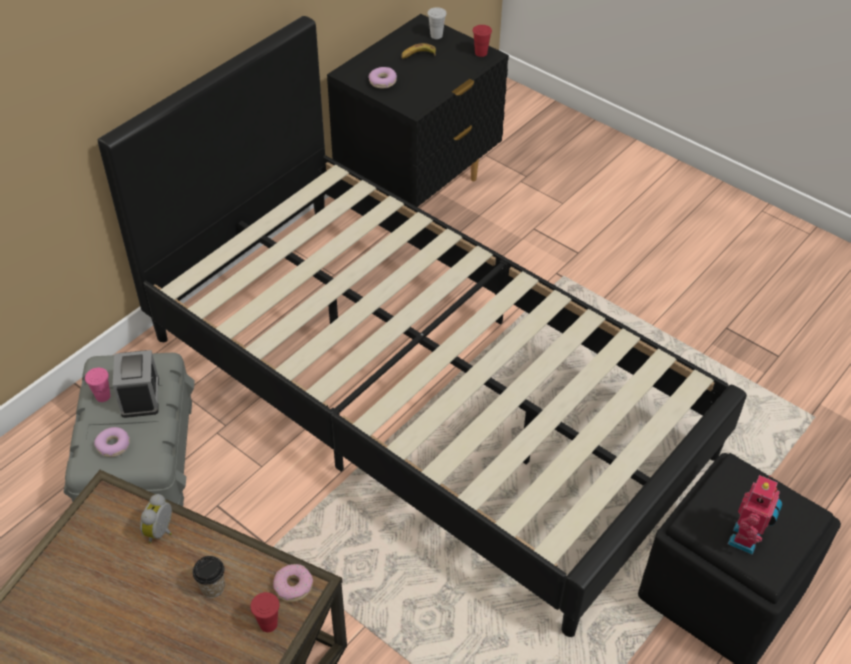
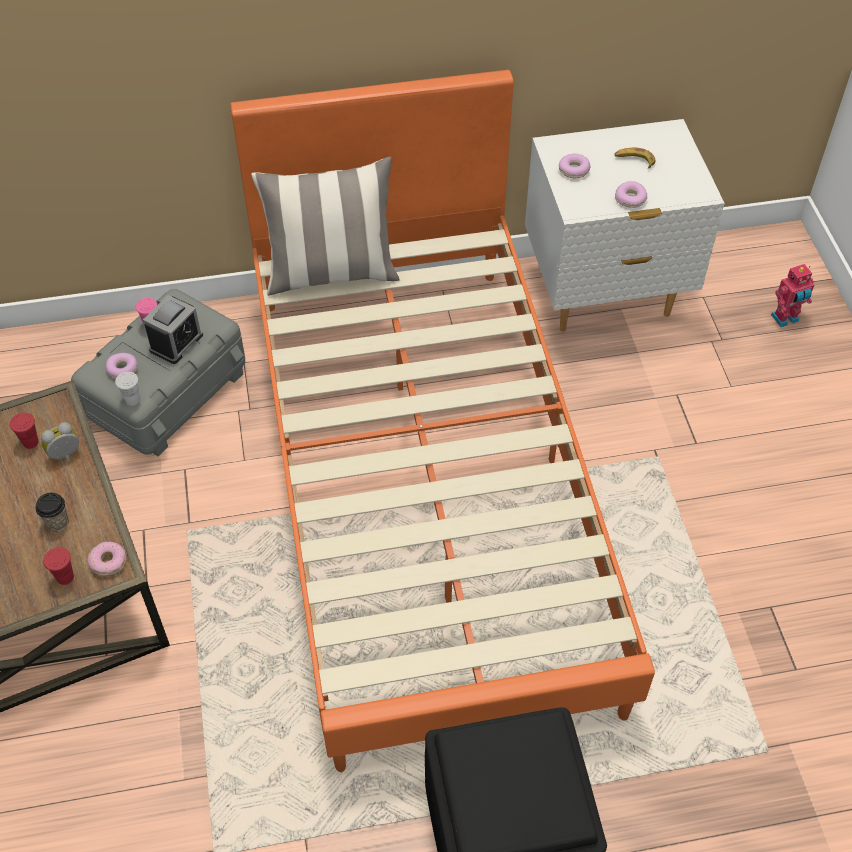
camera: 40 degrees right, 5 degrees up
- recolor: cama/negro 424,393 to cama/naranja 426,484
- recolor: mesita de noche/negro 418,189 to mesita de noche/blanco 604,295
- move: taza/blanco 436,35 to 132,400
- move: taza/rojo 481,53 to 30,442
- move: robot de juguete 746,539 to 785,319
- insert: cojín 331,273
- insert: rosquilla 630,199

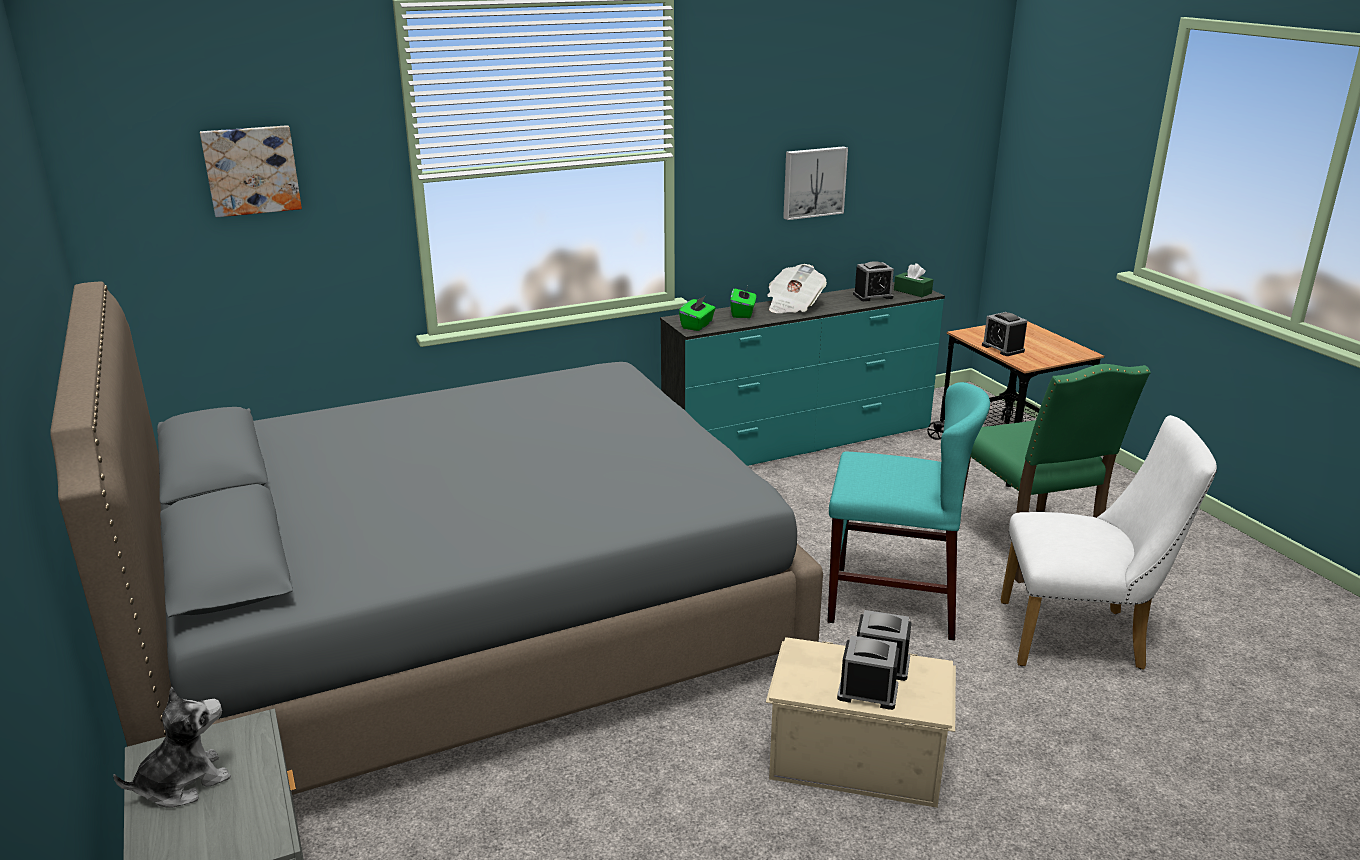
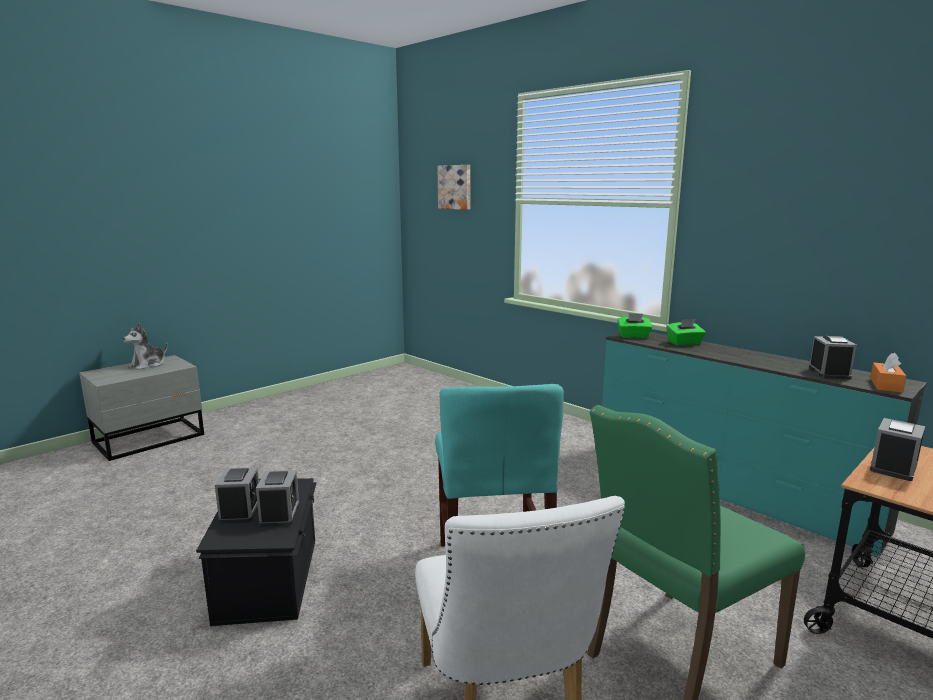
camera: 70 degrees right, 10 degrees down
- delete: cama/gris 465,627
- rotate: peluche 183,782 = 148,365 90 degrees clockwise
- recolor: caja de almacenaje/beis 855,756 to caja de almacenaje/negro 270,578
- delete: periódico 793,305
- delete: cuadro 813,182
- rotate: despertador 873,296 = 829,373 135 degrees counterclockwise
- recolor: caja de pañuelos/verde 912,291 to caja de pañuelos/naranja 886,385

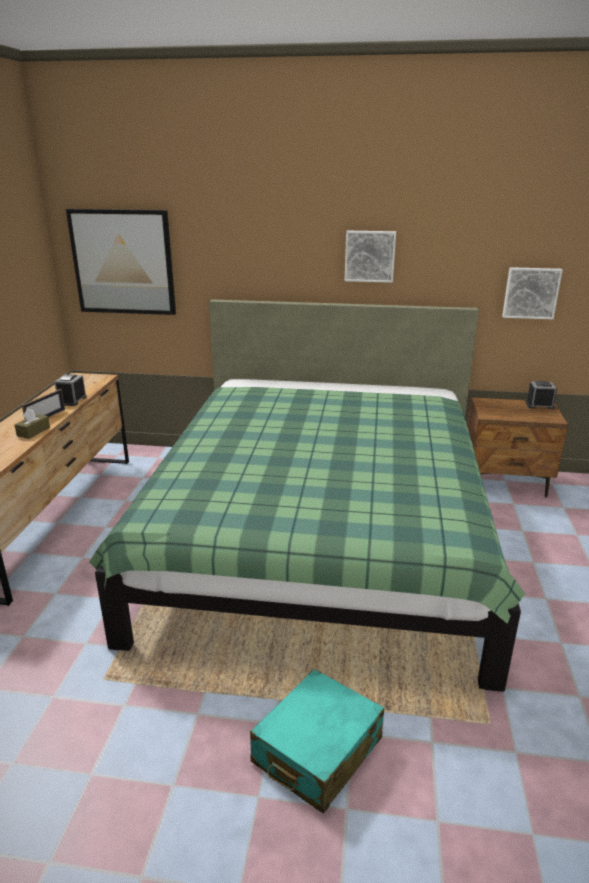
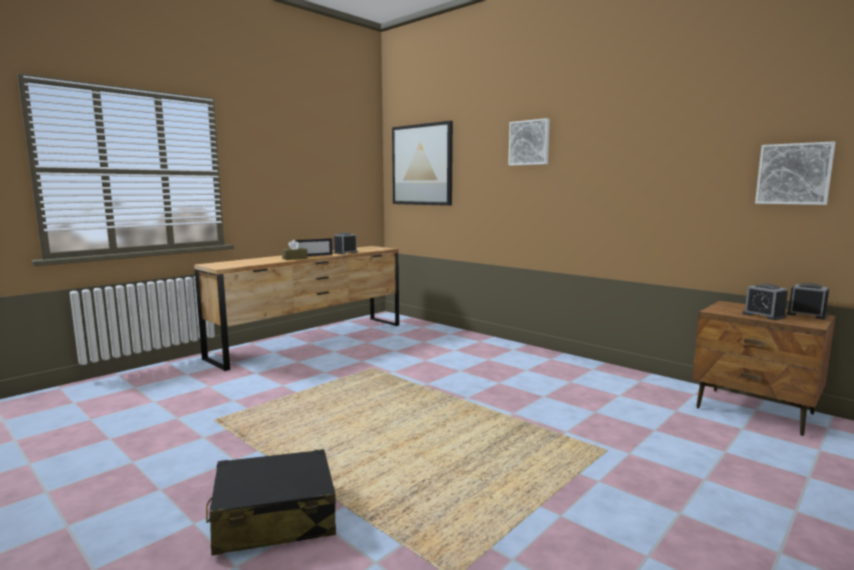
camera: 35 degrees right, 15 degrees down
- delete: cama/verde 319,539
- recolor: maleta/turquesa 317,751 to maleta/negro 274,518
- move: cuadro 369,256 to 529,143
- insert: despertador 763,315

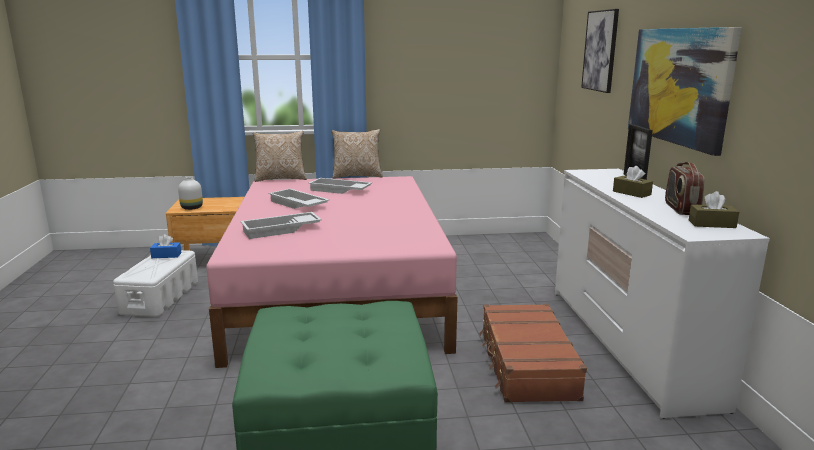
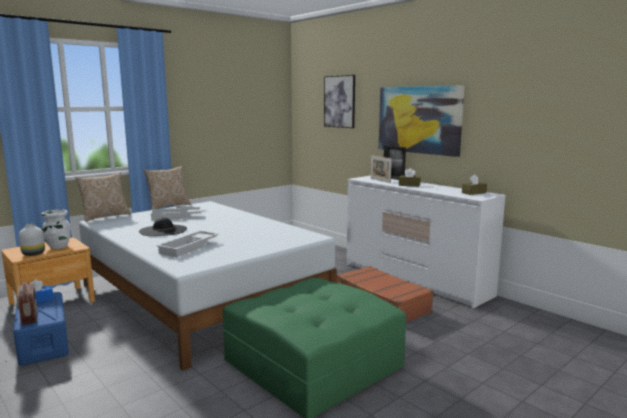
camera: 35 degrees left, 5 degrees down
- recolor: caja de almacenaje/blanco 160,298 to caja de almacenaje/azul 43,342
- recolor: cama/rosa 338,291 to cama/blanco 203,297
- replace: bandeja/blanco 297,204 to sombrero/negro 163,230
- move: radio 681,209 to 29,317
- insert: florero/blanco 58,247
- insert: portarretratos 380,180

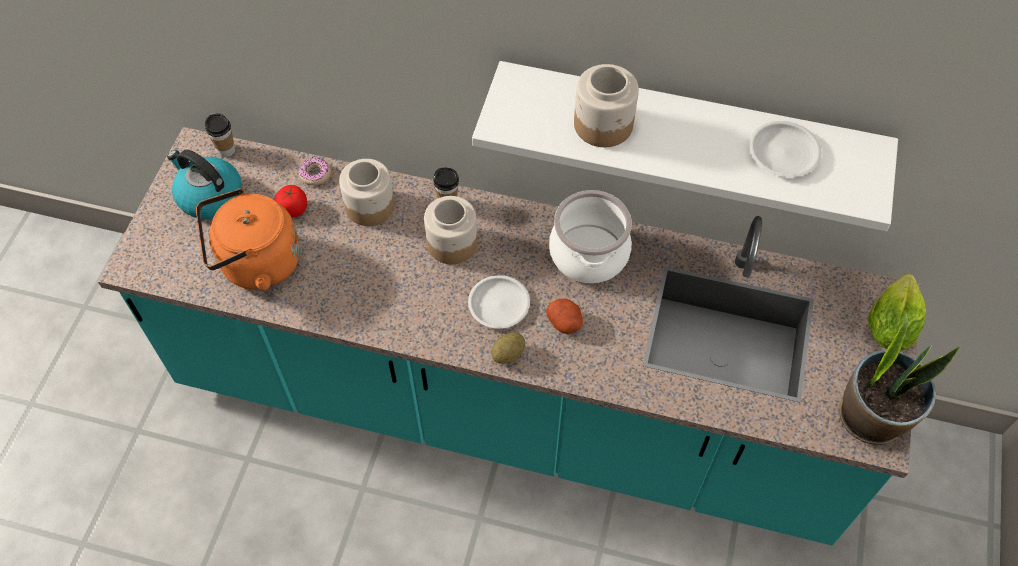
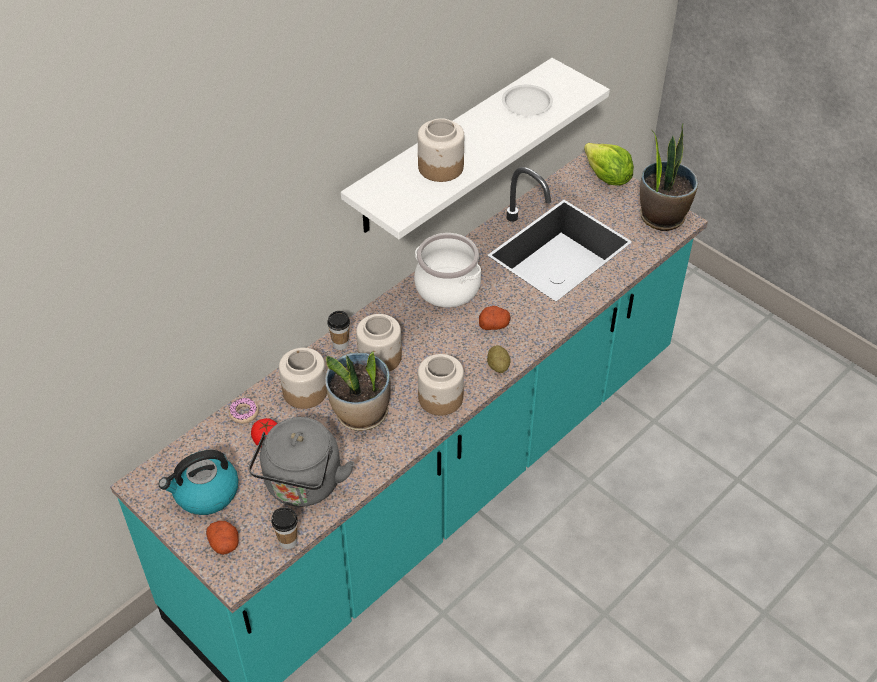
camera: 60 degrees left, 10 degrees down
- recolor: hervidor/naranja 256,264 to hervidor/gris 302,486
- move: taza 226,150 to 288,541
- delete: plato/blanco 498,304
- insert: patata 225,544
- insert: planta en maceta 361,413
- insert: tarro 440,398

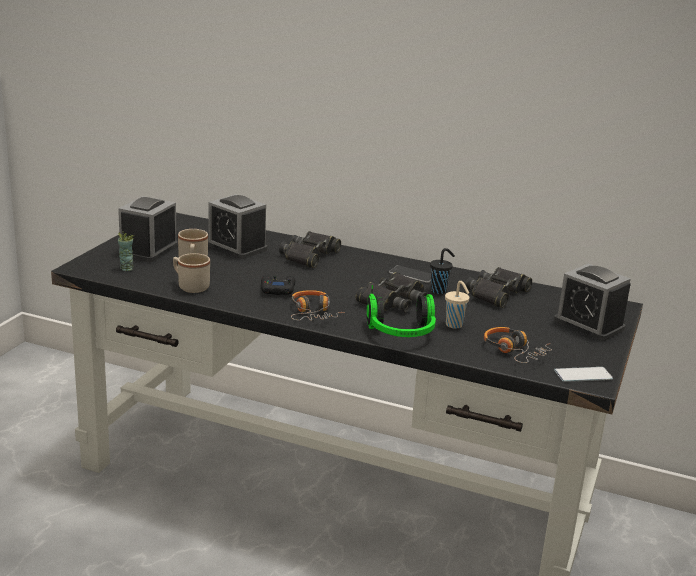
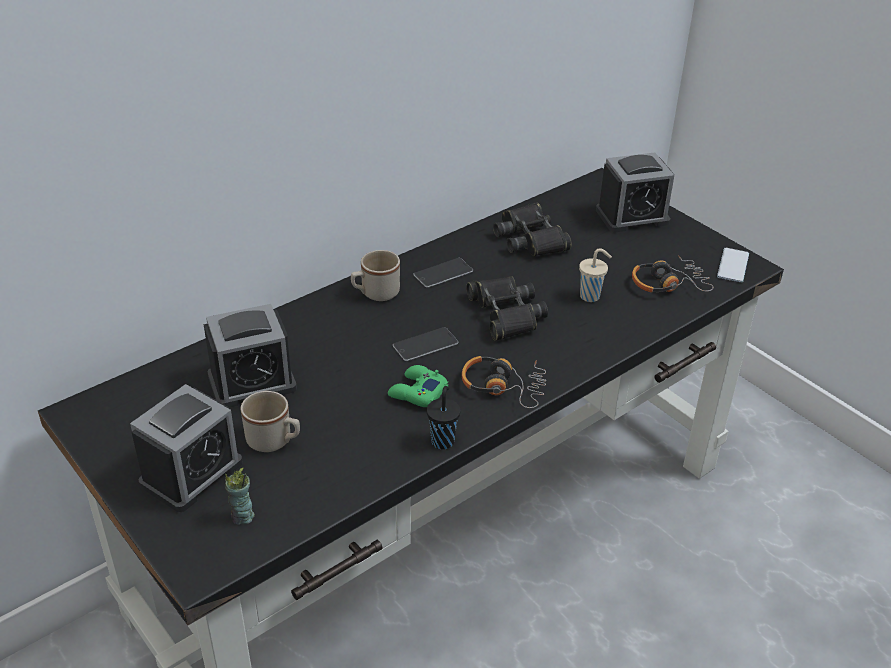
camera: 60 degrees left, 15 degrees up
- rotate: despertador 148,250 = 191,473 105 degrees counterclockwise
- move: taza grande/beis 190,286 to 375,293
- recolor: mando de consola/negro 277,290 to mando de consola/verde 417,392
- delete: prismáticos/negro 309,256
- delete: auriculares 401,334
- move: taza/negro 439,291 to 443,440
- insert: móvil 425,344

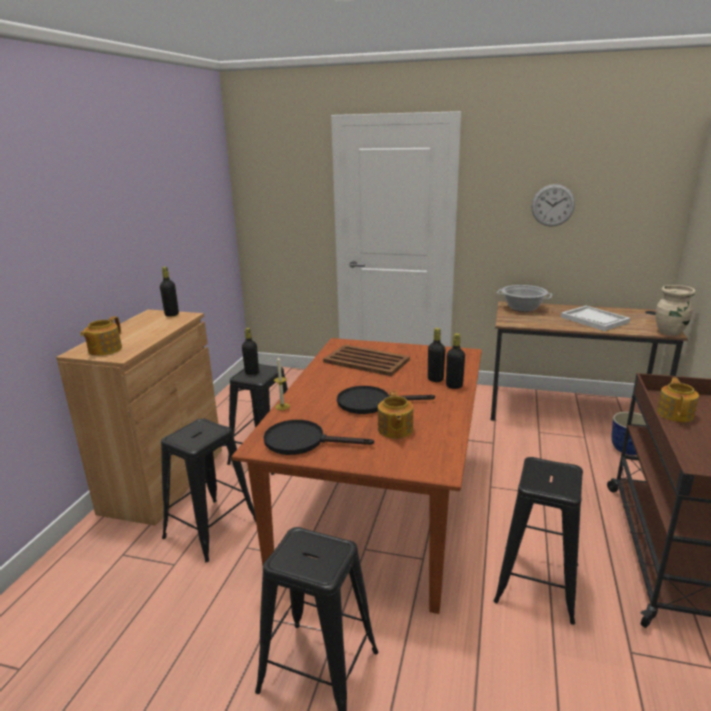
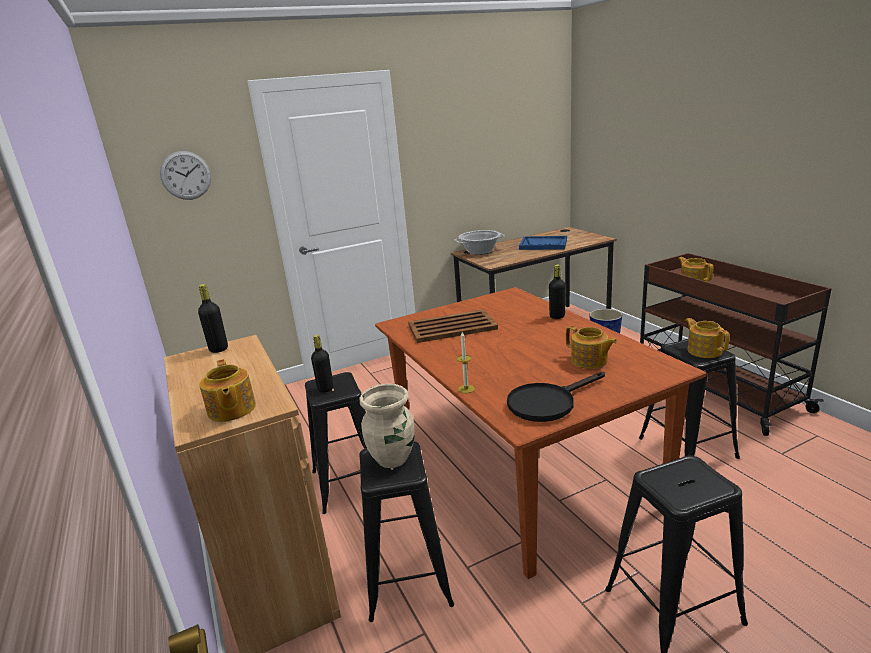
camera: 40 degrees left, 0 degrees up
- delete: sartén/negro 371,403
- delete: botella/negro 435,379
- move: reloj de pared 553,205 to 186,175
- recolor: bandeja/blanco 594,320 to bandeja/azul 543,244
- move: florero/beis 670,332 to 393,459
- insert: tetera 704,350

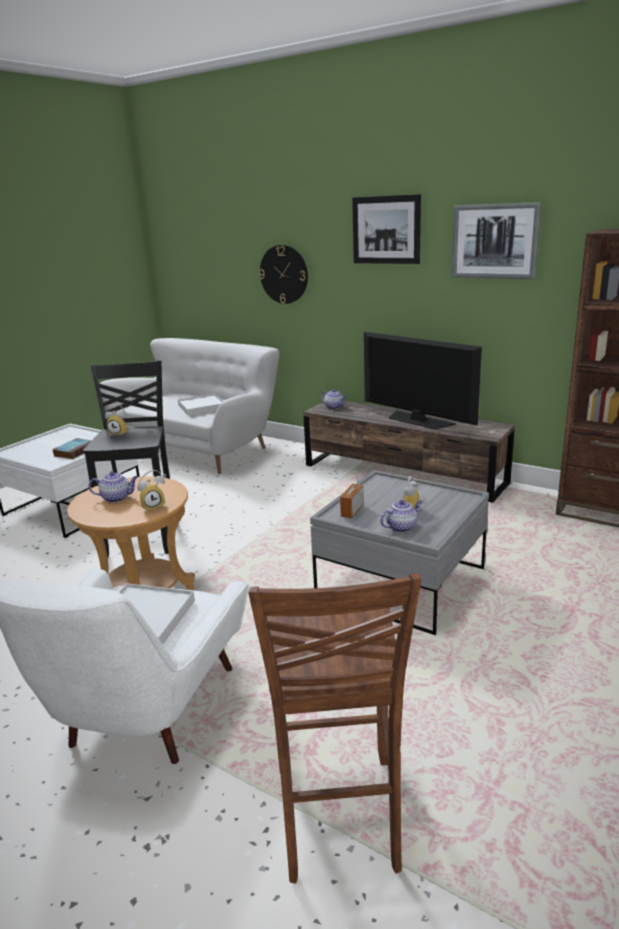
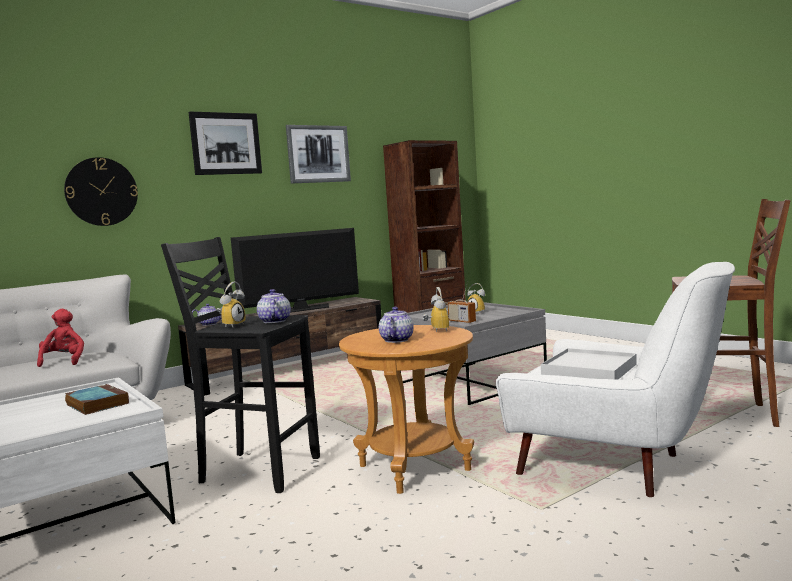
camera: 70 degrees left, 15 degrees down
- replace: bandeja/blanco 202,407 to peluche/rojo 64,361
- move: tetera 401,527 to 274,321

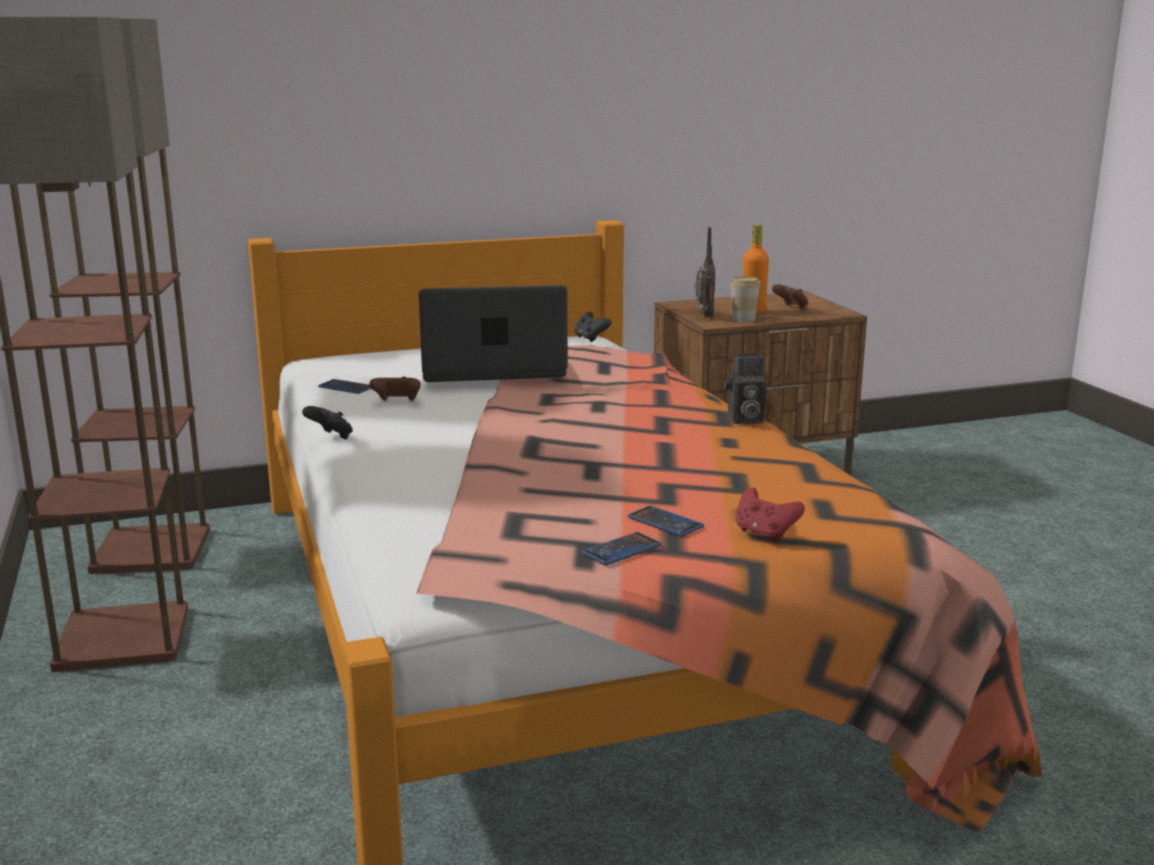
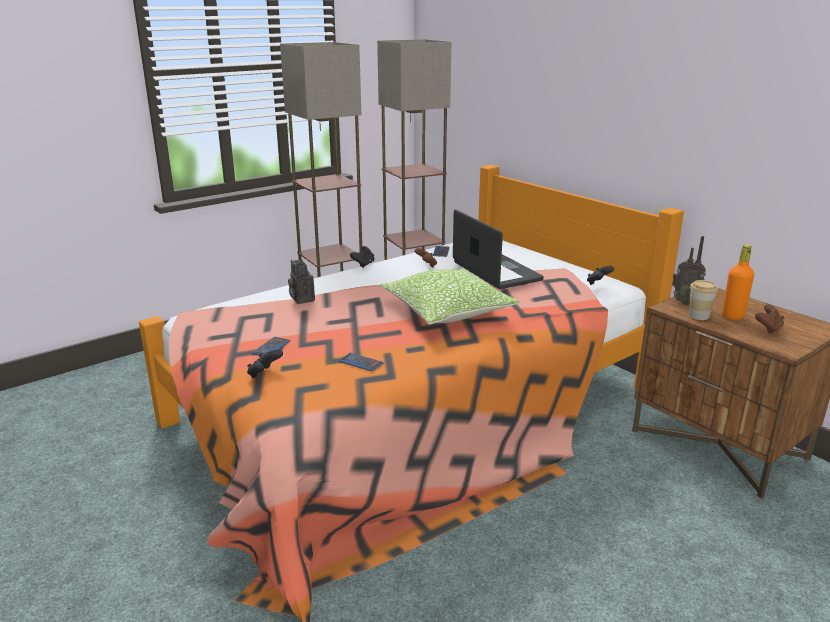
camera: 70 degrees right, 5 degrees up
- move: móvil 621,550 to 361,362
- rotate: radio 703,316 = 685,302 60 degrees clockwise
- move: cámara 744,419 to 301,299
- recolor: mando de consola/rojo 765,534 to mando de consola/negro 264,374
- insert: cojín 447,311

